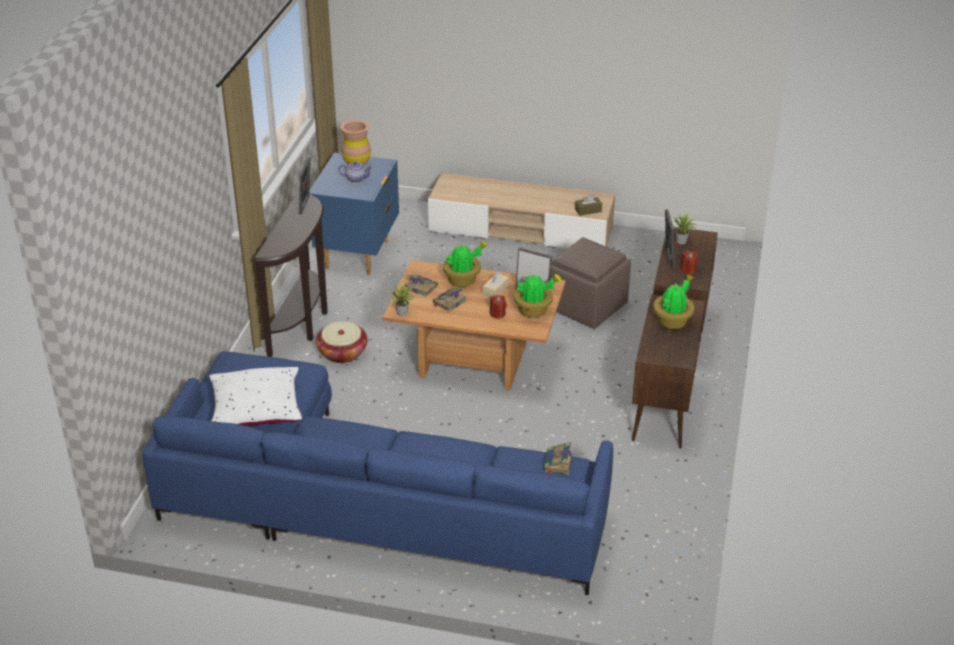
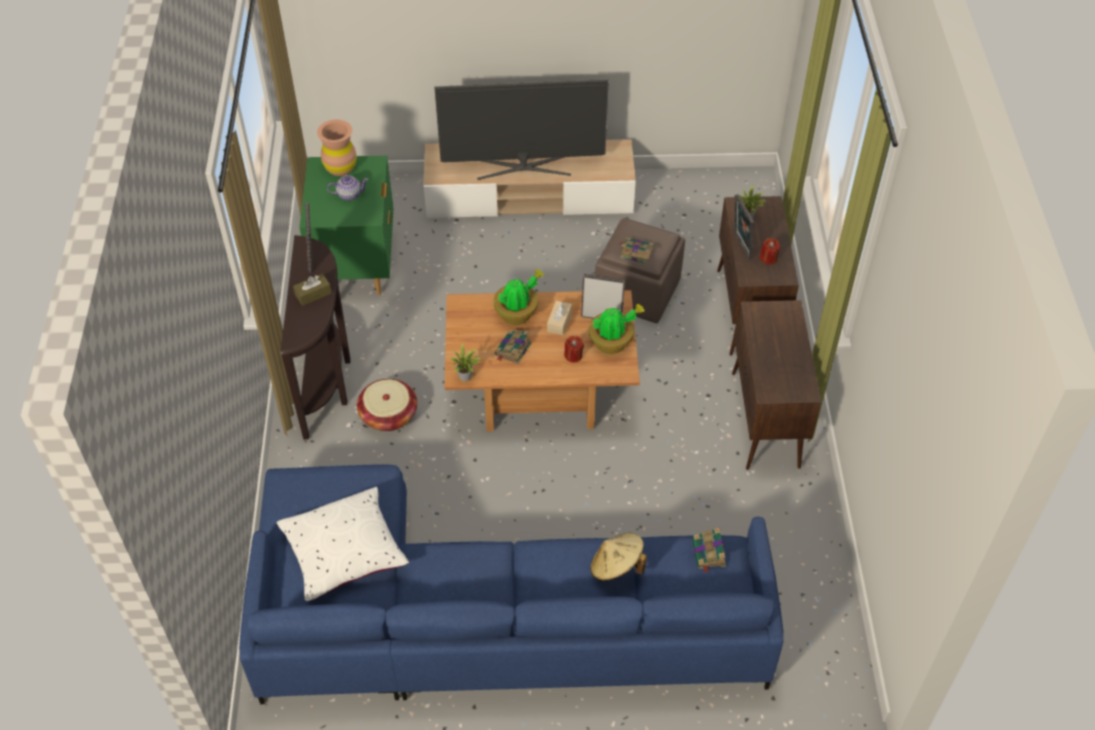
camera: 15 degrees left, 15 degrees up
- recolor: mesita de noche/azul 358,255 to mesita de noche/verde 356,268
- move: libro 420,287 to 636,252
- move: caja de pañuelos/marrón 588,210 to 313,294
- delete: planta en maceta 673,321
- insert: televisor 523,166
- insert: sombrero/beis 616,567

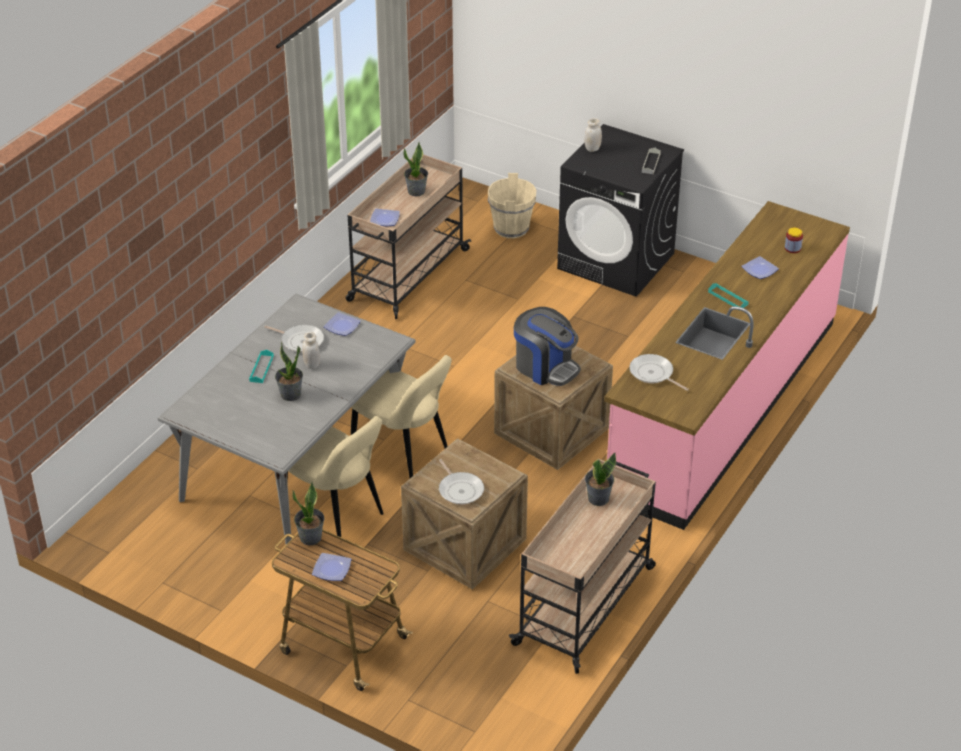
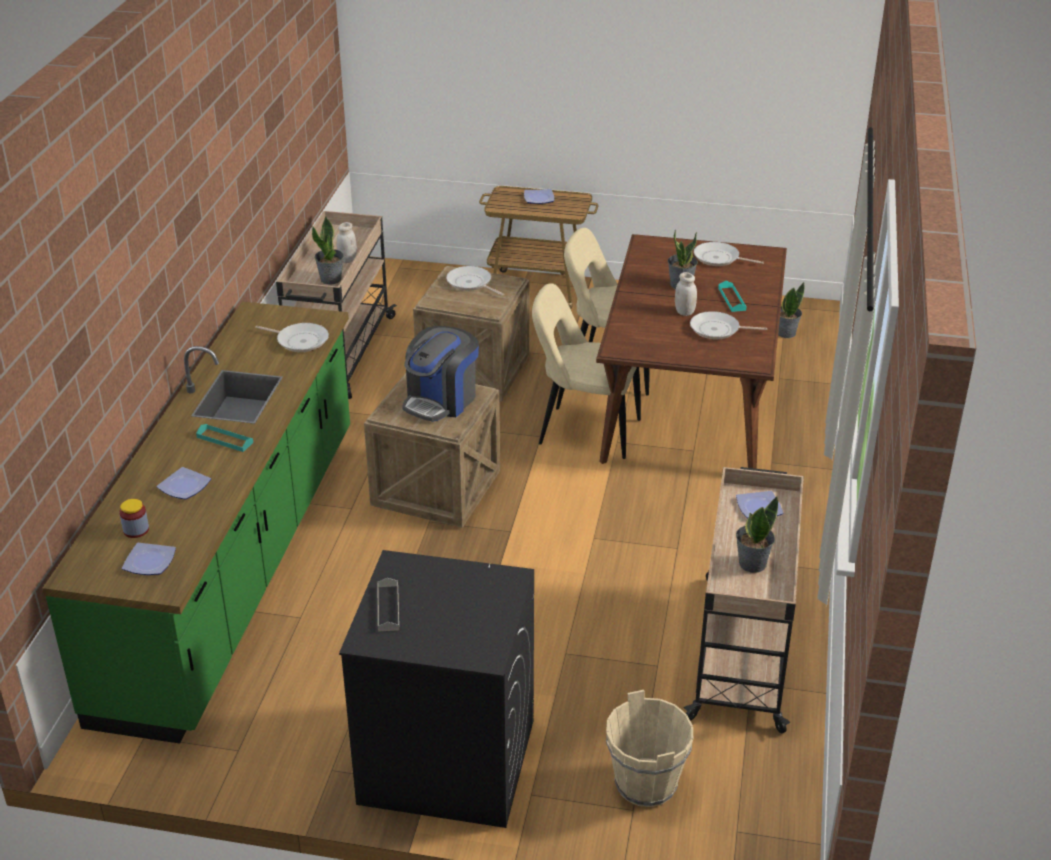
camera: 160 degrees right, 5 degrees down
- recolor: mesa de comedor/gris 297,460 to mesa de comedor/marrón 689,405
- move: planta en maceta 311,538 to 785,333
- move: plato 341,326 to 150,561
- rotate: cafetera 545,367 = 441,400 75 degrees counterclockwise
- move: tarro/blanco 592,149 to 347,260
- recolor: mueble bajo de cocina/rosa 723,405 to mueble bajo de cocina/verde 235,566
- insert: sartén 719,258

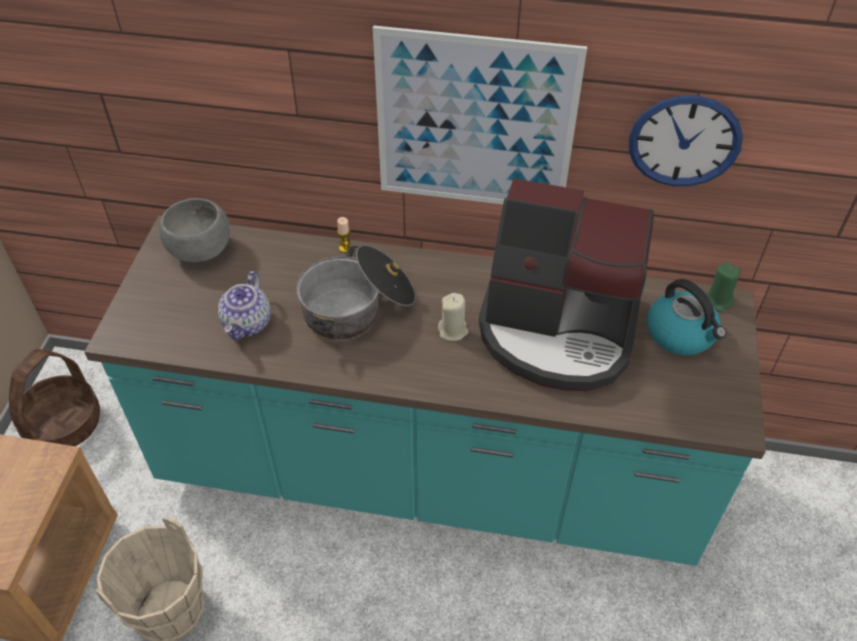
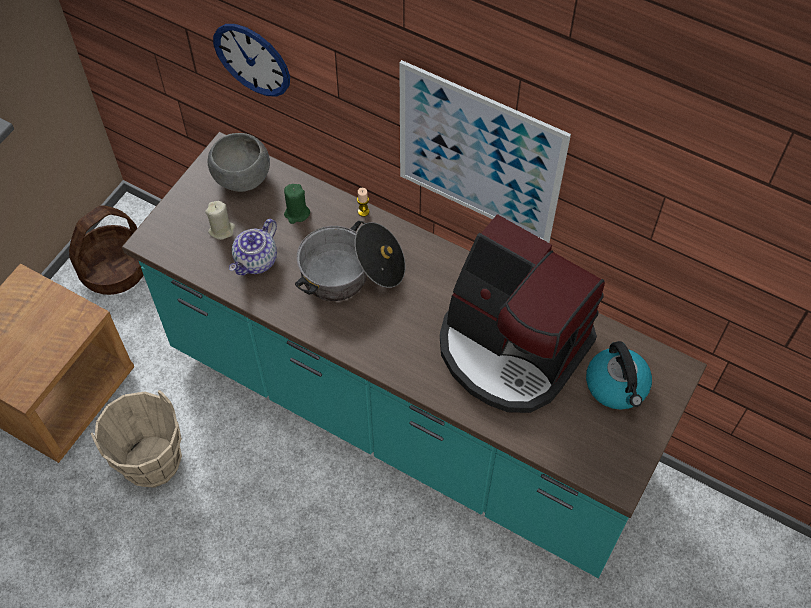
camera: 20 degrees right, 10 degrees up
- move: vela/beis 453,330 to 222,230
- move: reloj de pared 684,141 to 252,59
- move: vela/verde 718,301 to 296,213

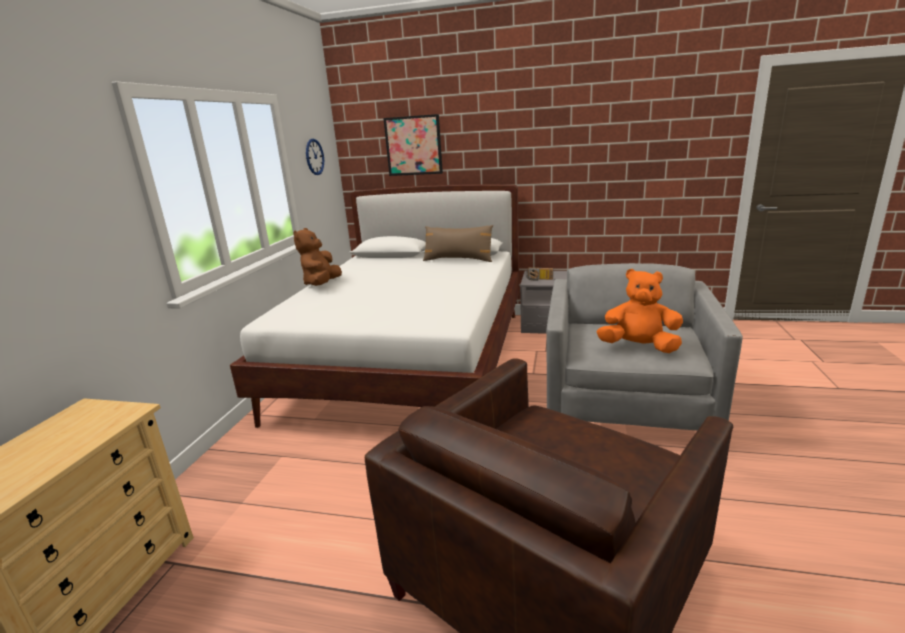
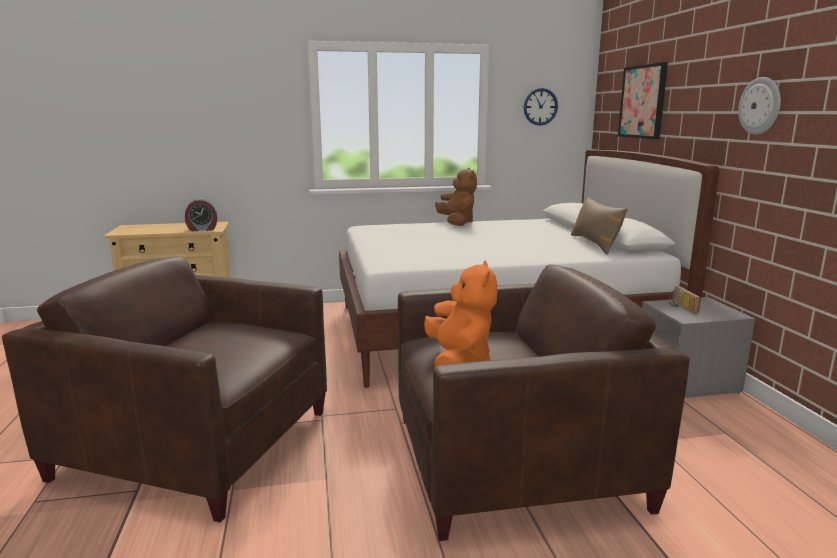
camera: 65 degrees right, 5 degrees down
- rotate: peluche/marrón 322,284 = 457,223 90 degrees clockwise
- recolor: sillón/gris 626,402 to sillón/marrón 513,461
- insert: despertador 202,229
- insert: reloj de pared 760,106

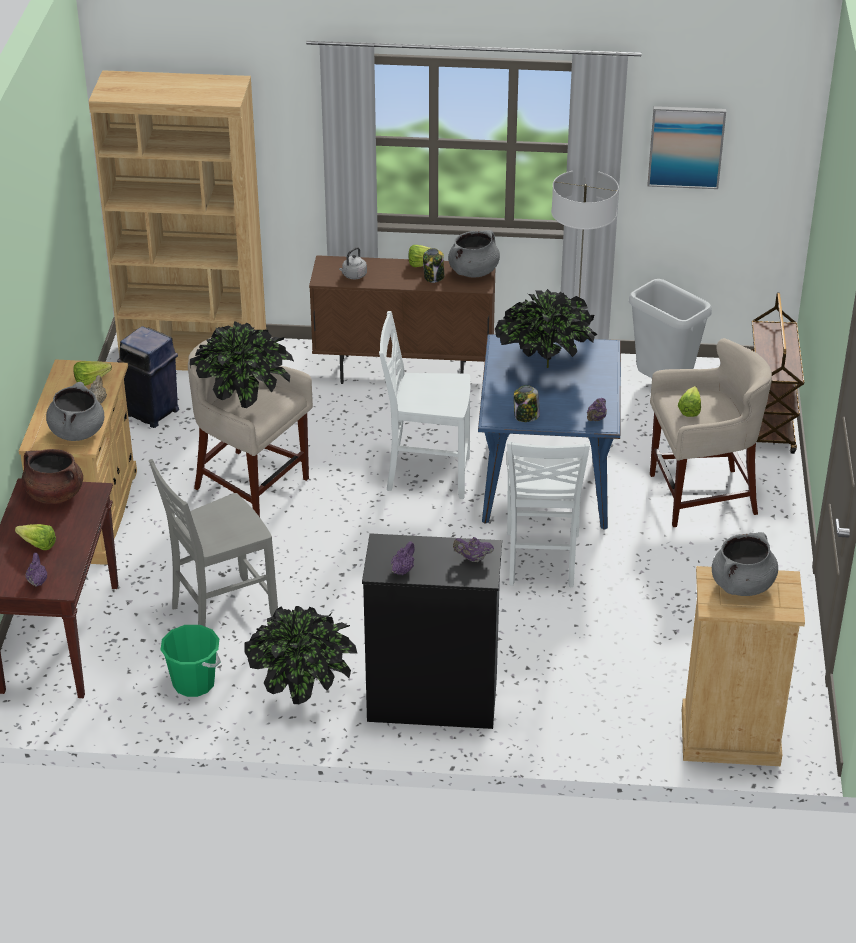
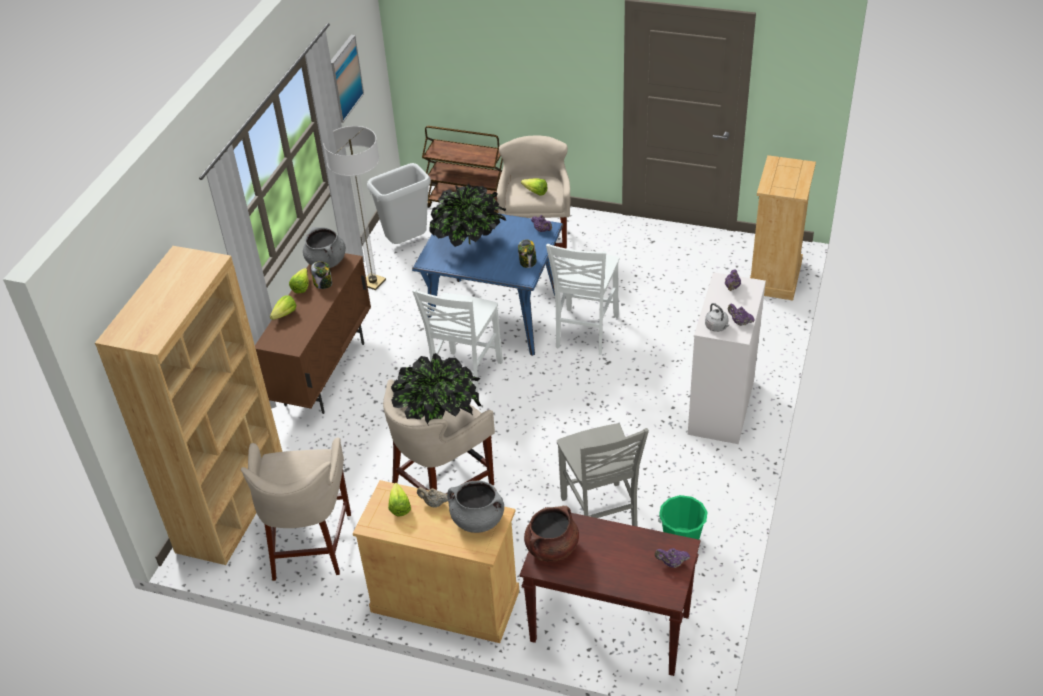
camera: 75 degrees left, 5 degrees up
- move: lechuga 35,544 to 282,316
- replace: papelera/azul 153,413 to taburete/beis 310,544
- delete: planta en maceta 303,688
- move: hervidor/gris 353,276 to 717,327
- recolor: cómoda/negro 431,700 to cómoda/blanco 721,408
- rotate: silla/blanco 541,561 = 584,332 90 degrees clockwise
- delete: olla/gris 742,585

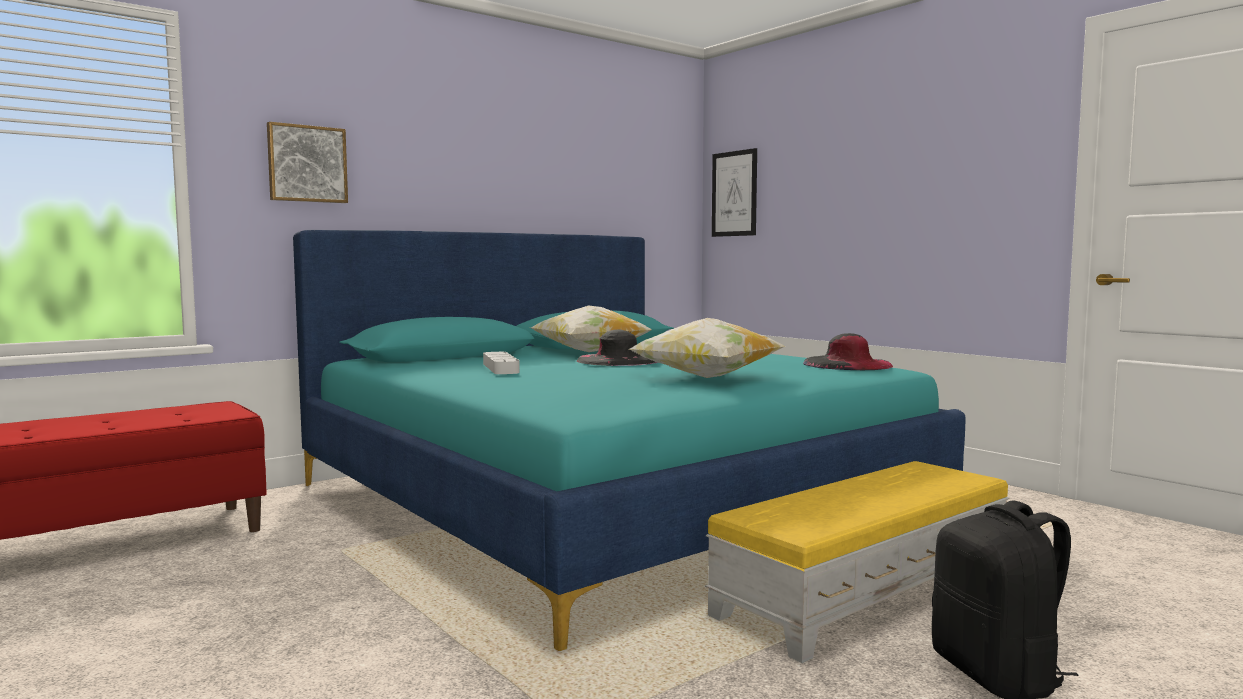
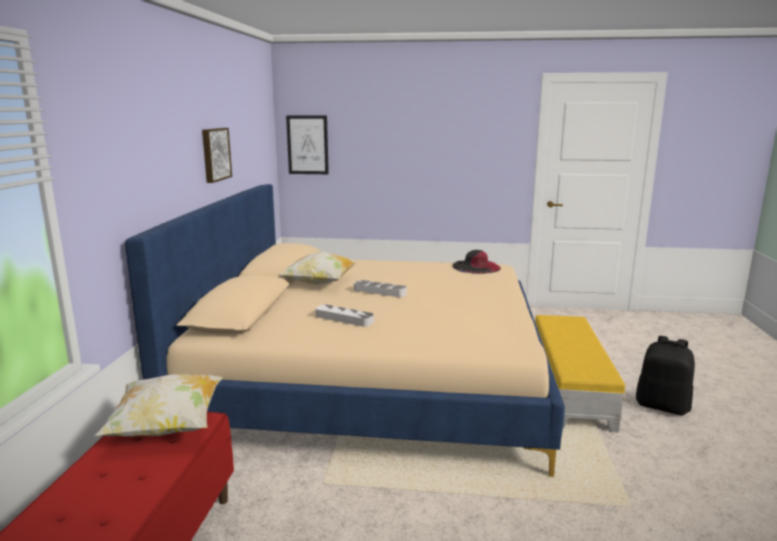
camera: 45 degrees left, 10 degrees up
- move: cuadro 307,164 to 215,154
- recolor: cama/turquesa 611,498 to cama/beis 372,376
- replace: sombrero/negro 618,360 to bandeja/gris 379,291
- move: cojín 707,377 to 167,427

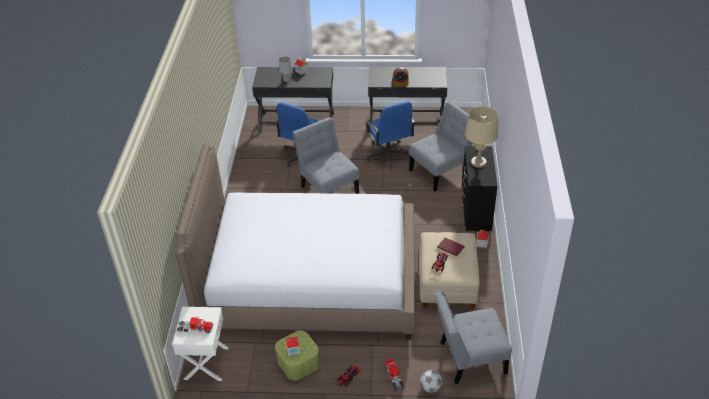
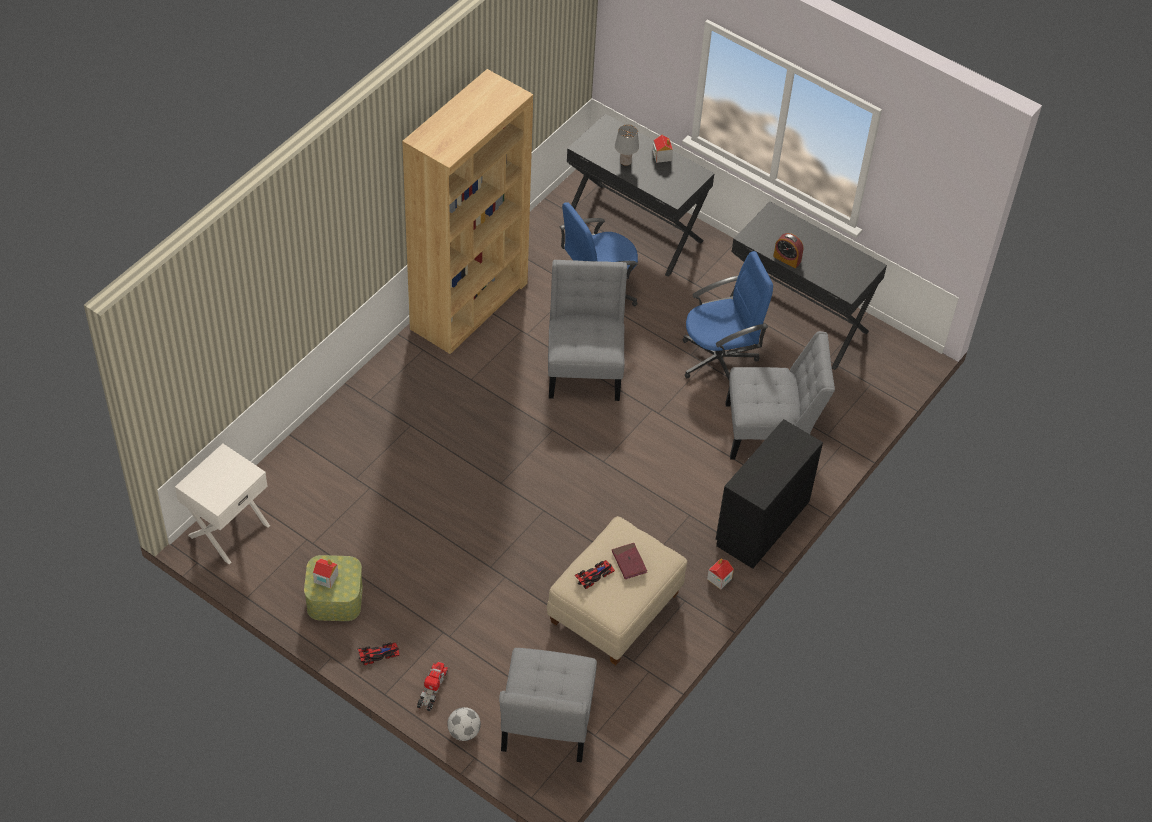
camera: 30 degrees right, 10 degrees up
- delete: cama 309,281
- delete: camión de juguete 195,328
- rotate: silla de oficina/azul 388,155 = 719,360 120 degrees counterclockwise
- rotate: silla/gris 468,358 = 545,726 105 degrees counterclockwise
- delete: lámpara de mesa/beis 478,162
- insert: estantería/marrón 469,305

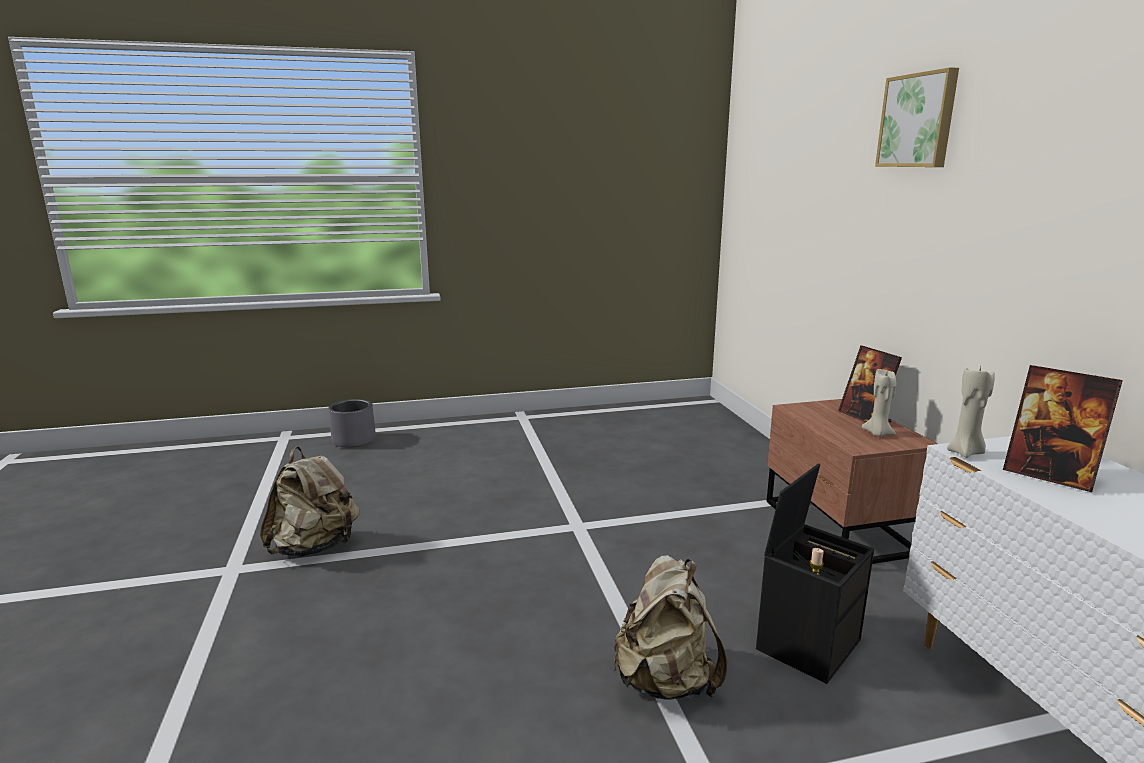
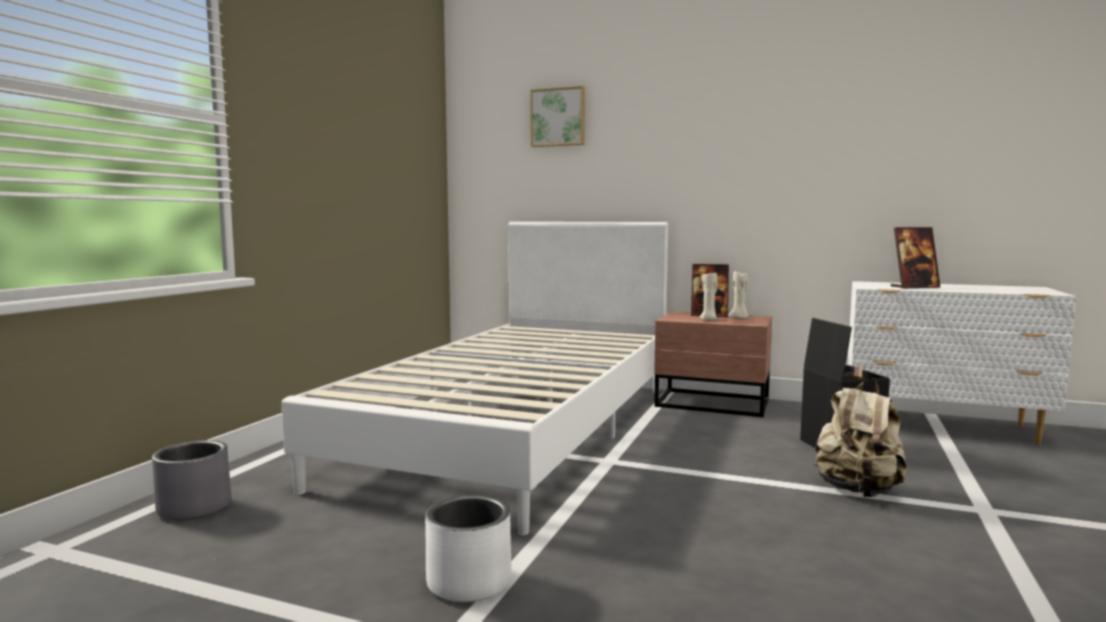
camera: 55 degrees left, 10 degrees down
- replace: mochila/beis 315,547 to maceta/blanco 468,582
- move: cuadro 918,121 to 558,117
- move: vela/beis 966,453 to 709,320
- insert: cama/blanco 519,430

